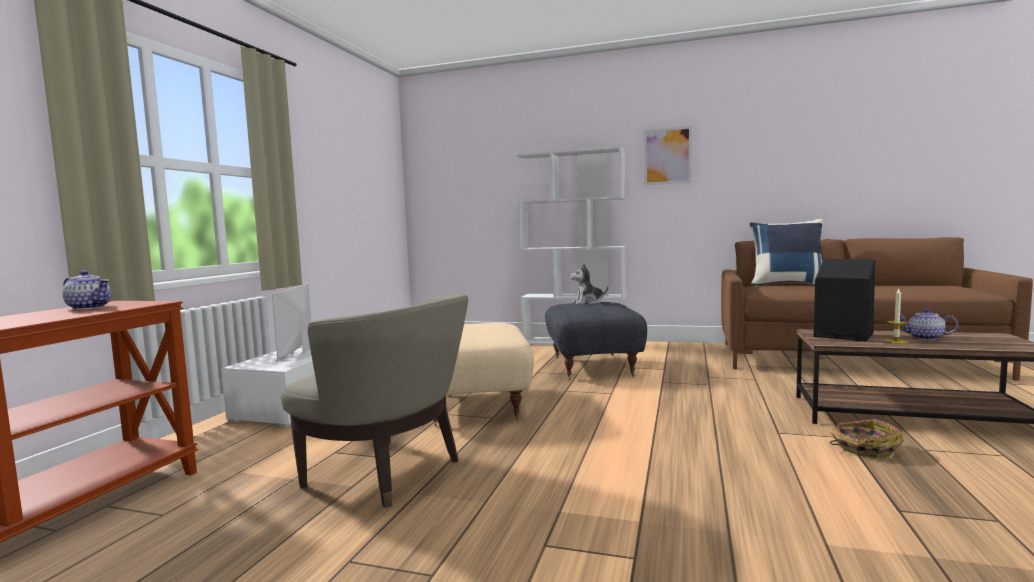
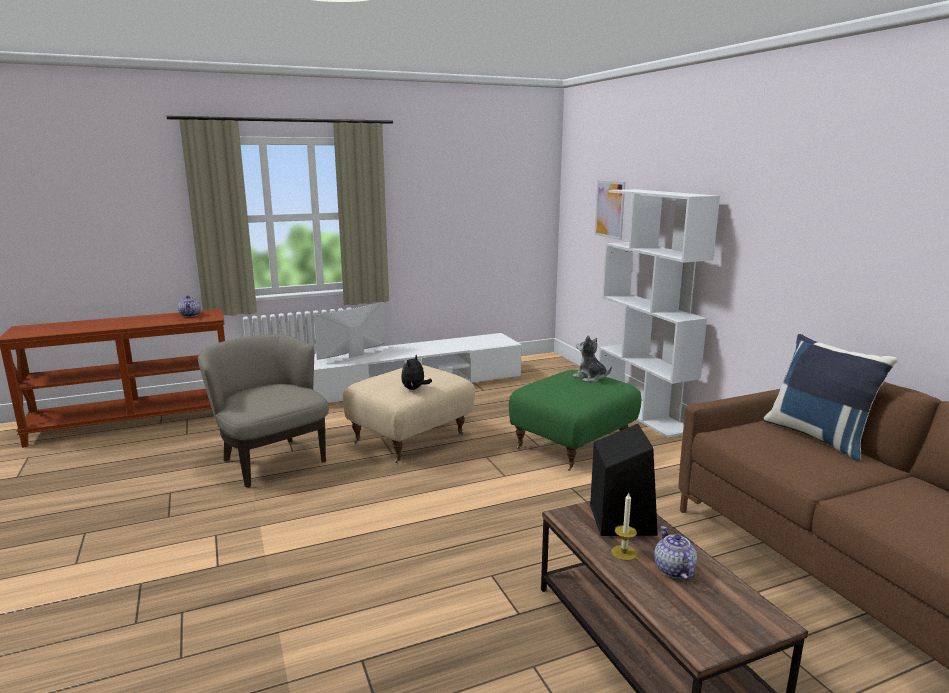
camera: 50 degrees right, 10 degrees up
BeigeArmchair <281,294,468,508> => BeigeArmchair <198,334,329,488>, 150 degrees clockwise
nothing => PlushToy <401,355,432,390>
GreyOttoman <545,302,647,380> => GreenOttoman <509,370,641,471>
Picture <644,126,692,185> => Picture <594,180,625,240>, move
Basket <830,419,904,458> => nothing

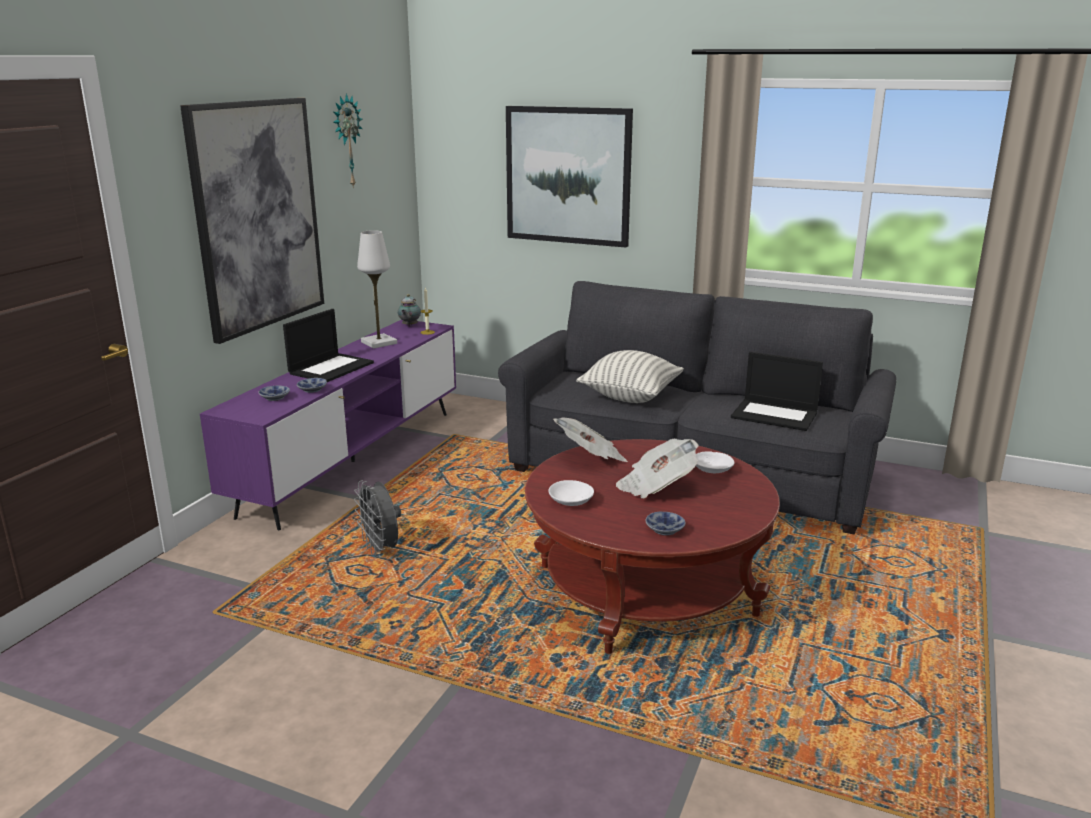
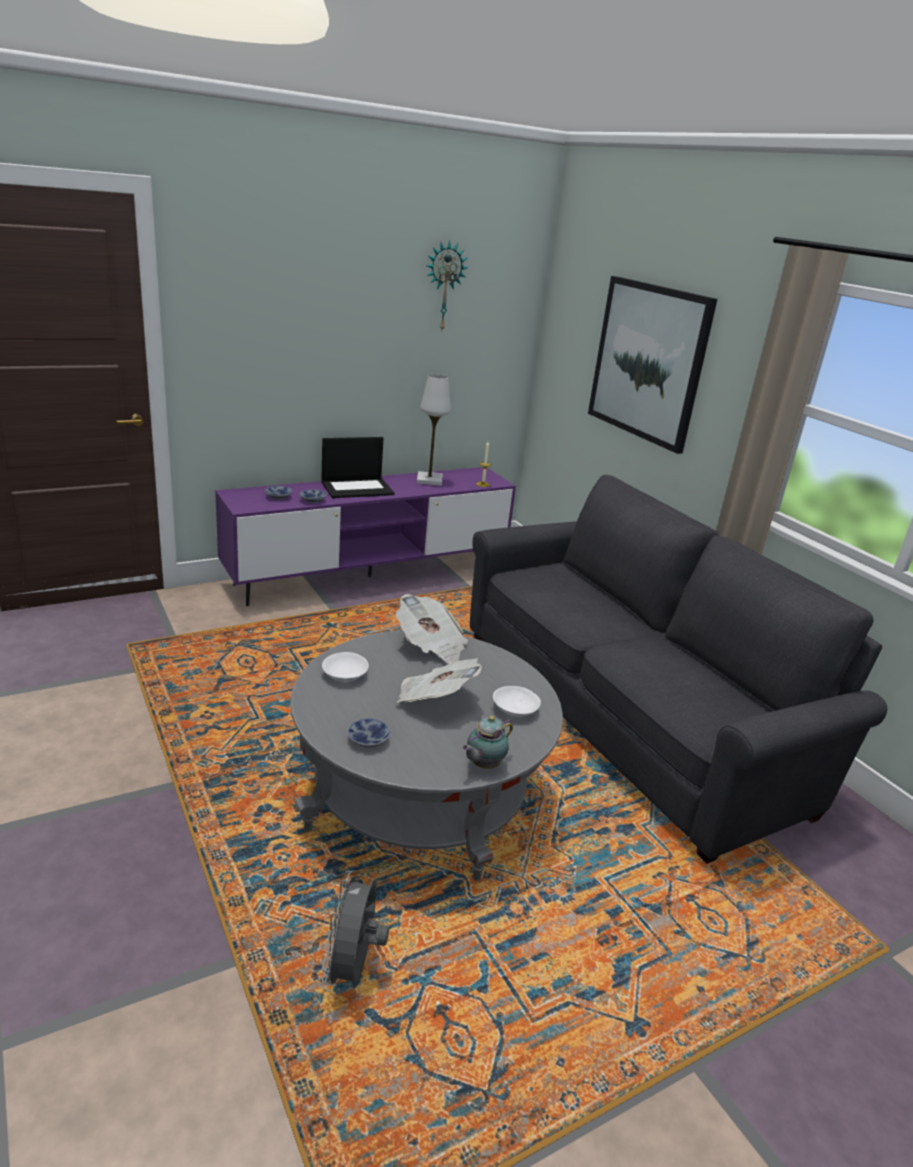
camera: 35 degrees right, 5 degrees up
RedCoffeeTable <525,439,780,654> => GreyCoffeeTable <291,631,563,881>
GreyFan <354,480,401,557> => GreyFan <322,870,389,992>, move
Teapot <398,294,421,327> => Teapot <461,716,513,769>, move
Picture <180,98,324,344> => nothing
Pillow <576,350,684,403> => nothing
Laptop <731,352,823,431> => nothing

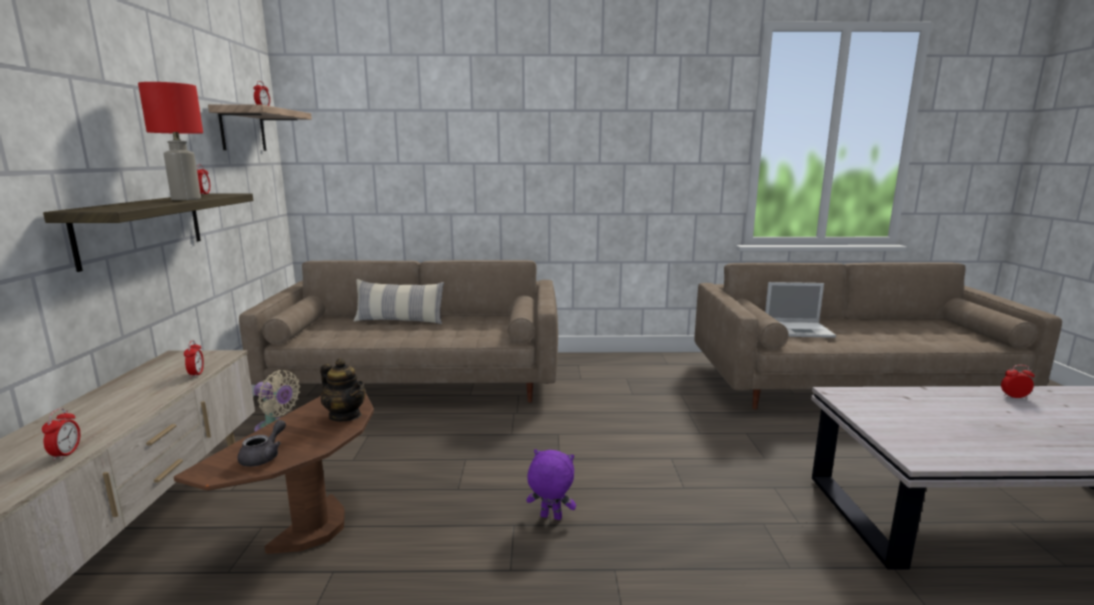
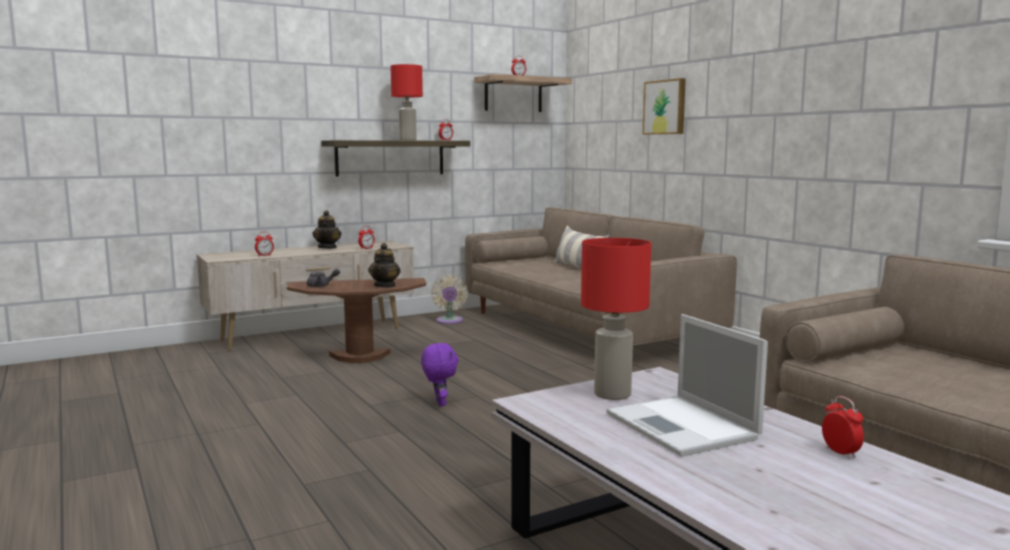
camera: 60 degrees right, 5 degrees down
nothing => Teapot <312,210,341,249>
nothing => RedTableLamp <581,238,651,400>
Laptop <765,282,836,338> => Laptop <606,314,768,457>, move
nothing => Picture <643,78,686,134>

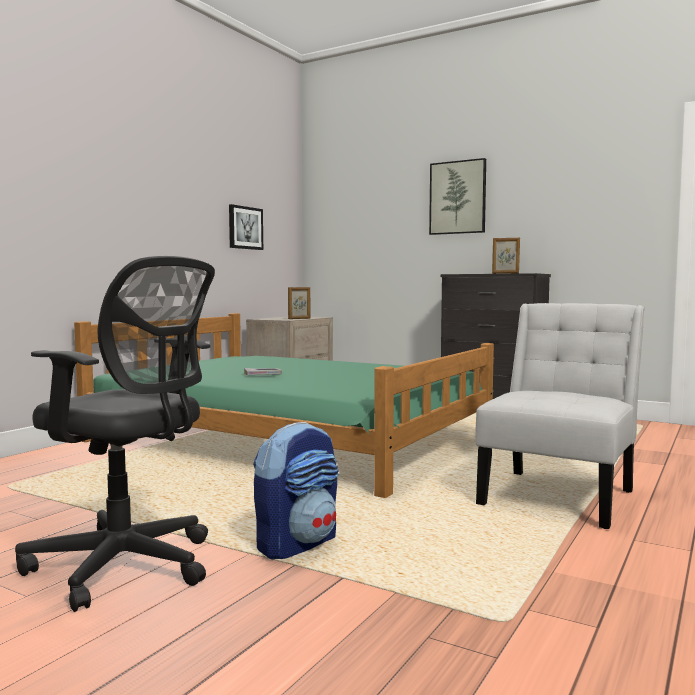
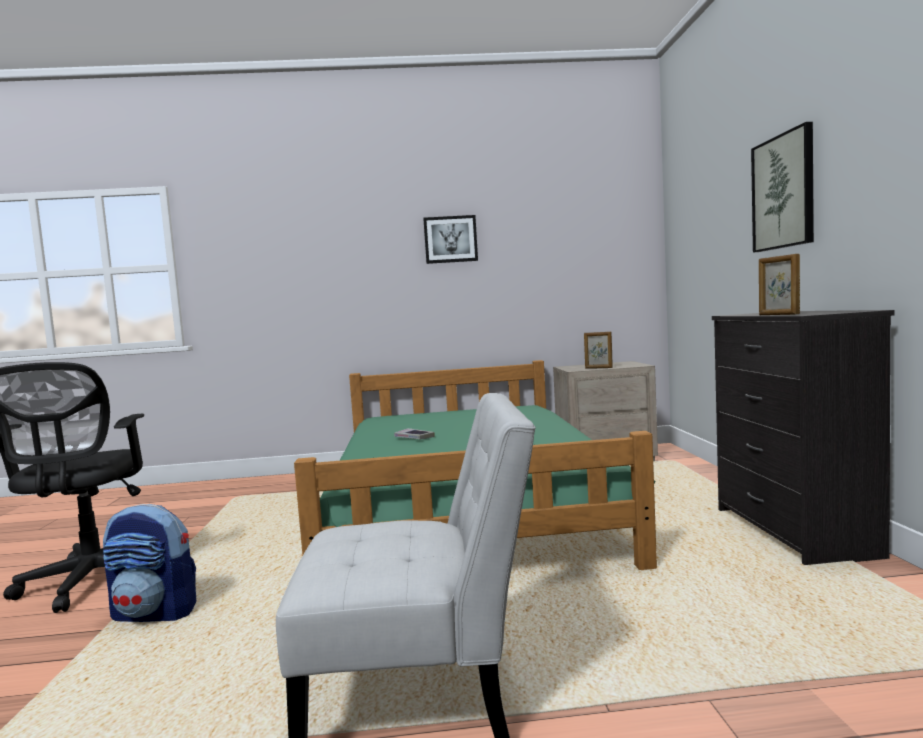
camera: 55 degrees right, 0 degrees up
Picture <229,204,263,250> => Picture <423,215,478,264>, move

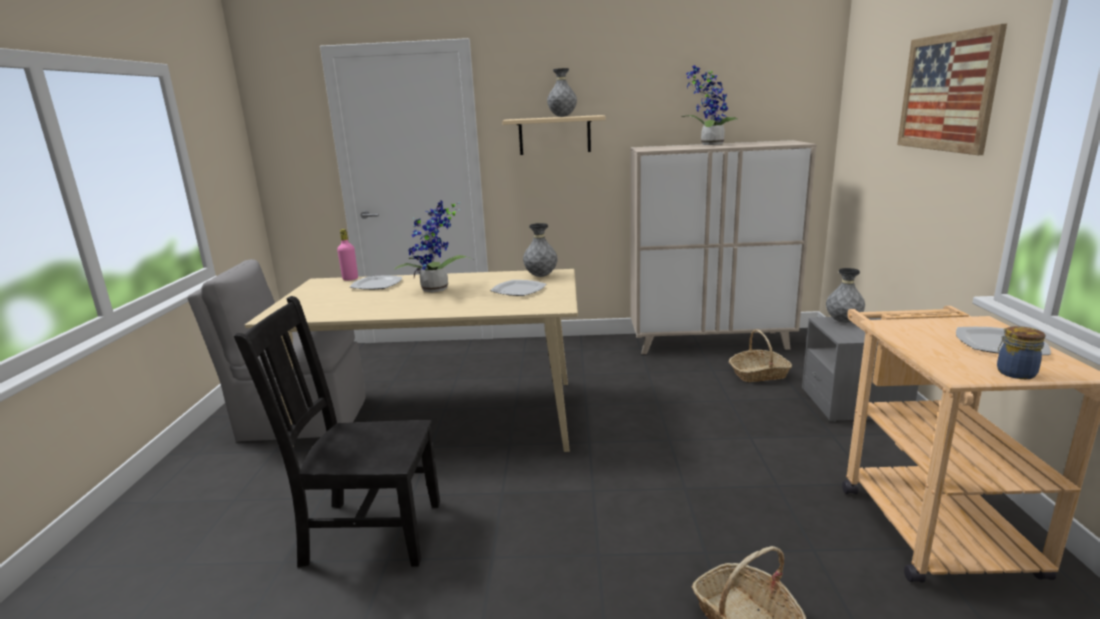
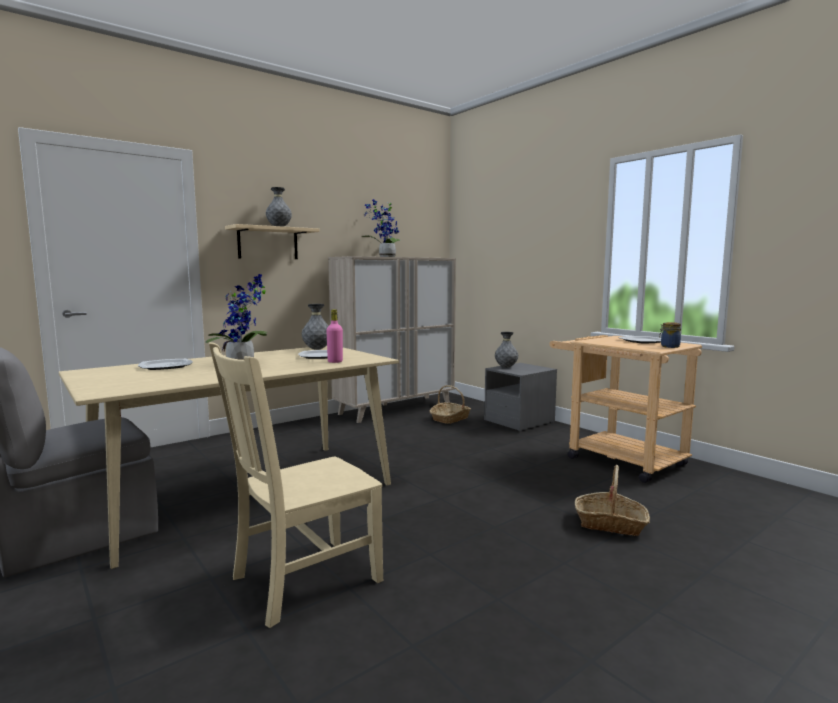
camera: 40 degrees left, 10 degrees down
BlackChair <234,296,440,567> => BeigeChair <209,342,383,628>
PinkBottle <337,229,358,280> => PinkBottle <326,309,343,363>, move
Picture <897,24,1007,155> => nothing

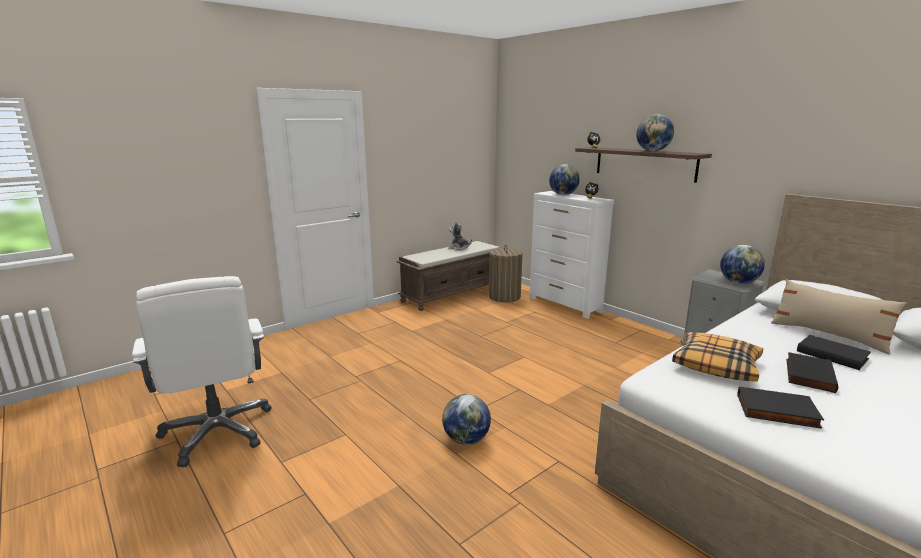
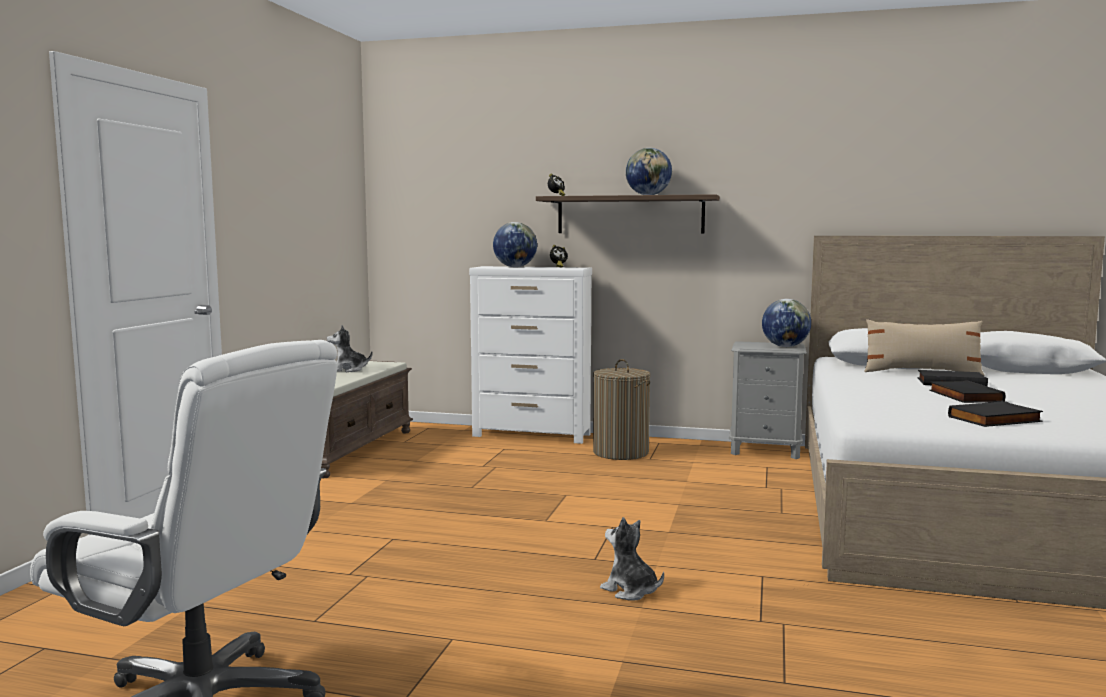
camera: 35 degrees left, 10 degrees down
LaundryBasket <489,244,523,302> => LaundryBasket <593,359,651,460>, move
Globe <442,394,491,445> => PlushToy <600,517,664,601>
Pillow <672,332,763,382> => nothing

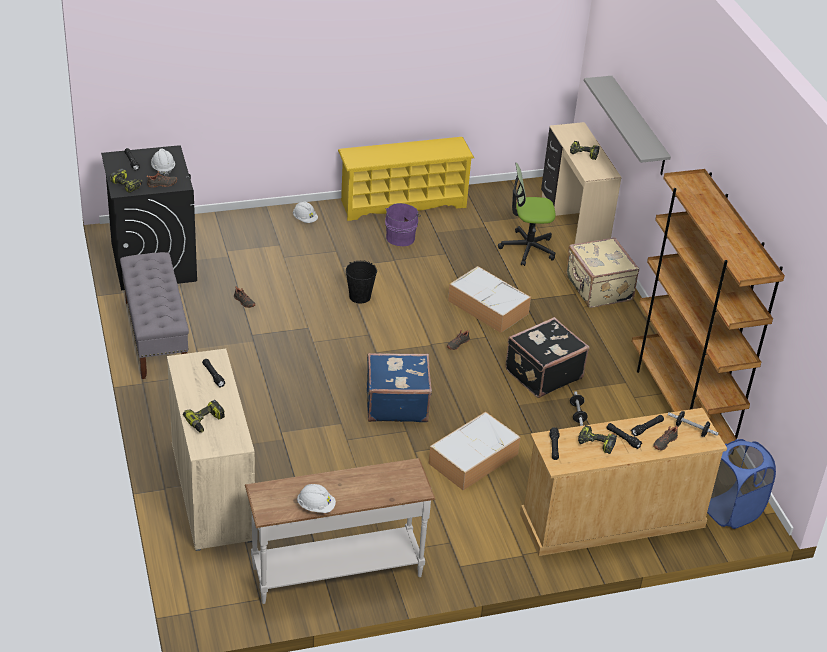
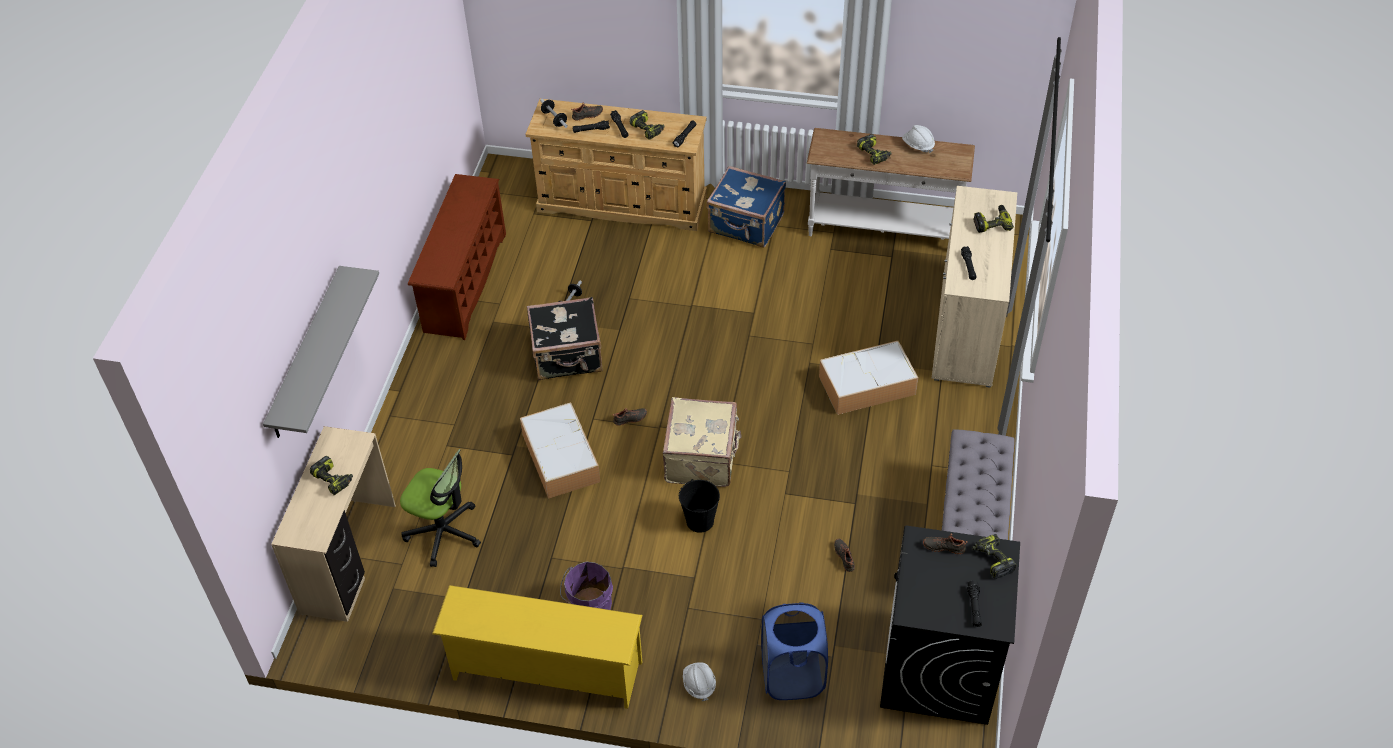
camera: 150 degrees left, 10 degrees up
BrownBookcase <632,169,785,444> => BrownShoeRack <408,174,506,340>
BeigeSuitcase <566,237,639,308> => BeigeSuitcase <663,397,742,487>, move
BlueSuitcase <367,353,432,422> => BlueSuitcase <706,166,786,247>, move
BlueLaundryBasket <707,439,776,529> => BlueLaundryBasket <761,602,828,700>, move
StorageBox <428,412,521,490> => StorageBox <819,341,918,415>, move
nothing => PowerDrill <857,134,892,165>
WhiteHardHat <151,148,175,176> => nothing

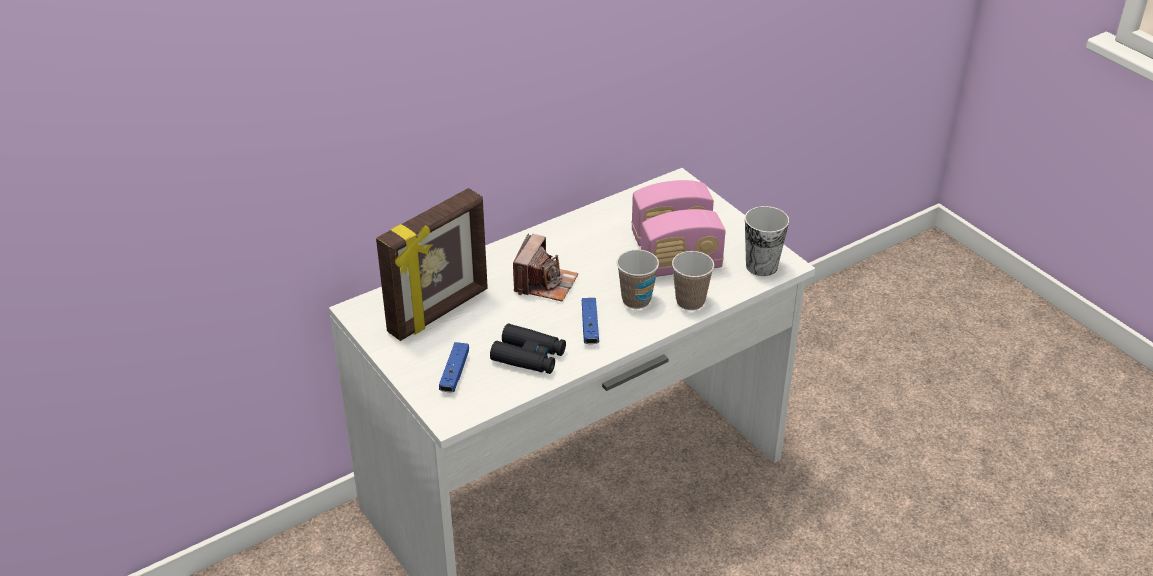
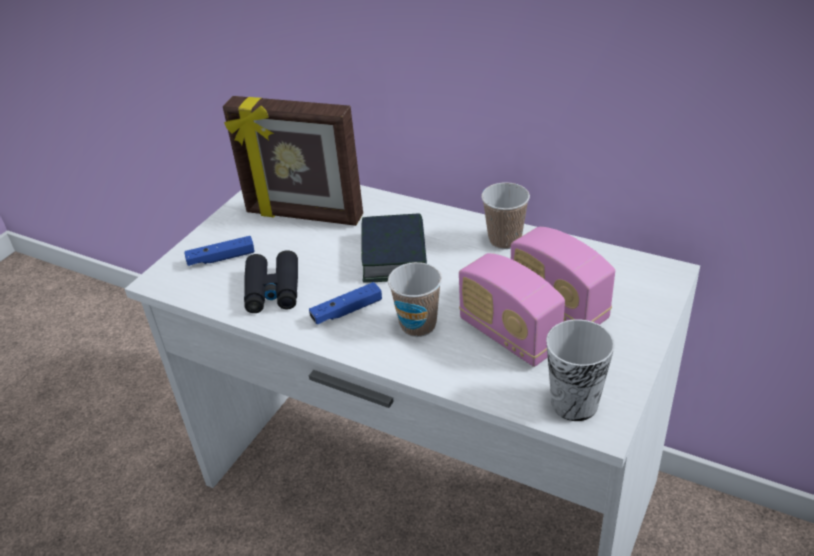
camera: 65 degrees right, 0 degrees up
PhotoCamera <513,233,578,301> => Book <362,213,427,283>
Cup <672,251,714,310> => Cup <481,182,530,249>, move

